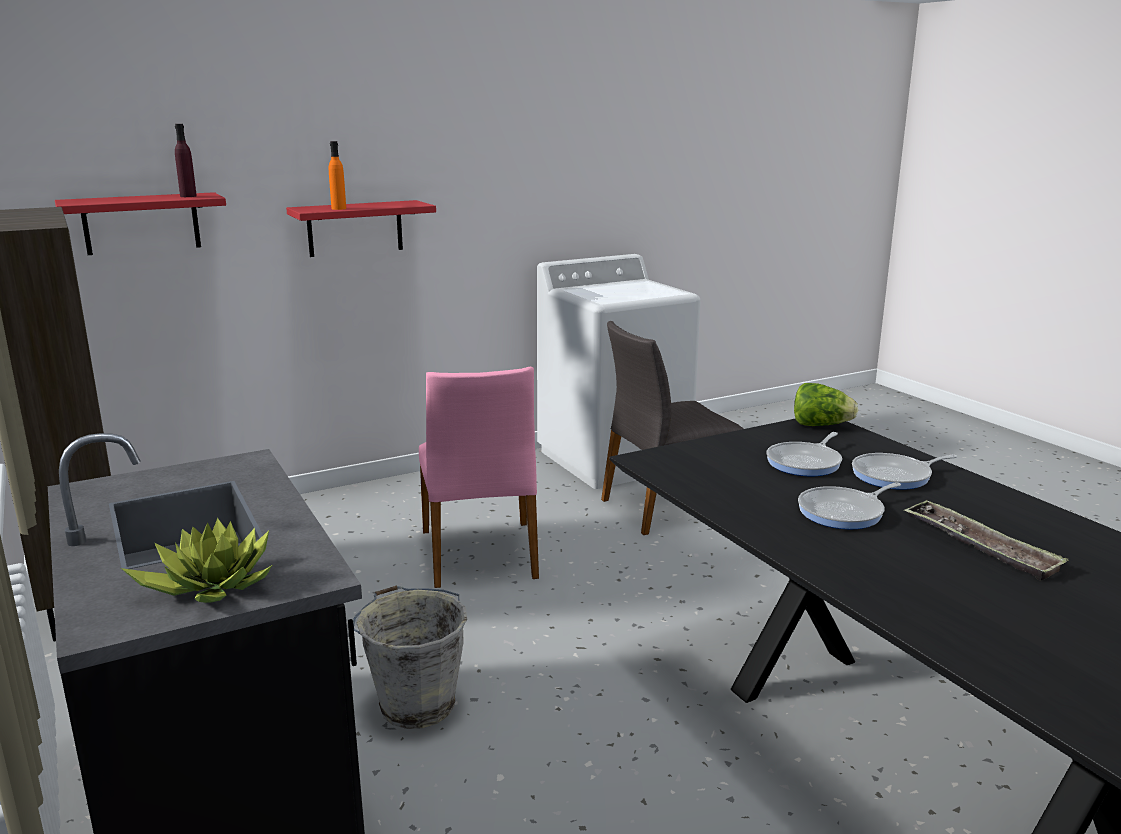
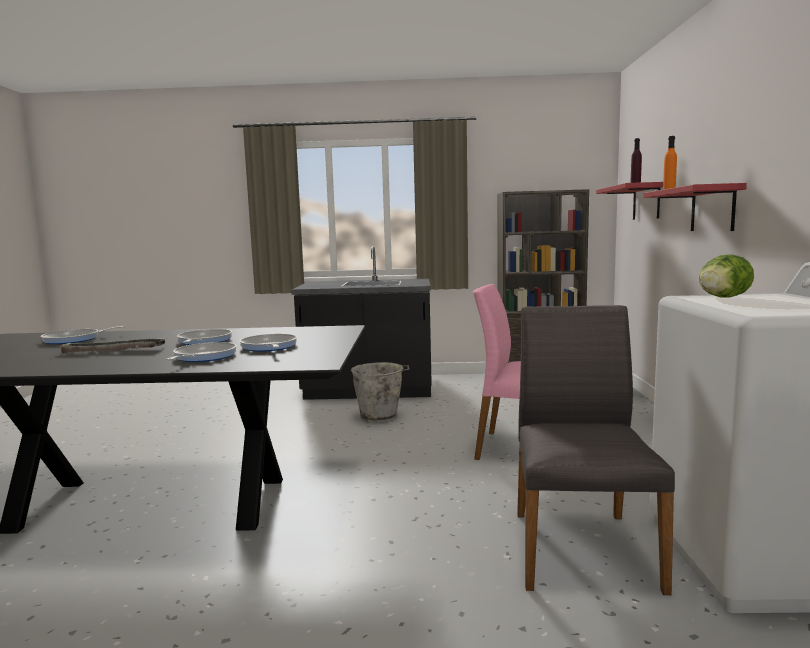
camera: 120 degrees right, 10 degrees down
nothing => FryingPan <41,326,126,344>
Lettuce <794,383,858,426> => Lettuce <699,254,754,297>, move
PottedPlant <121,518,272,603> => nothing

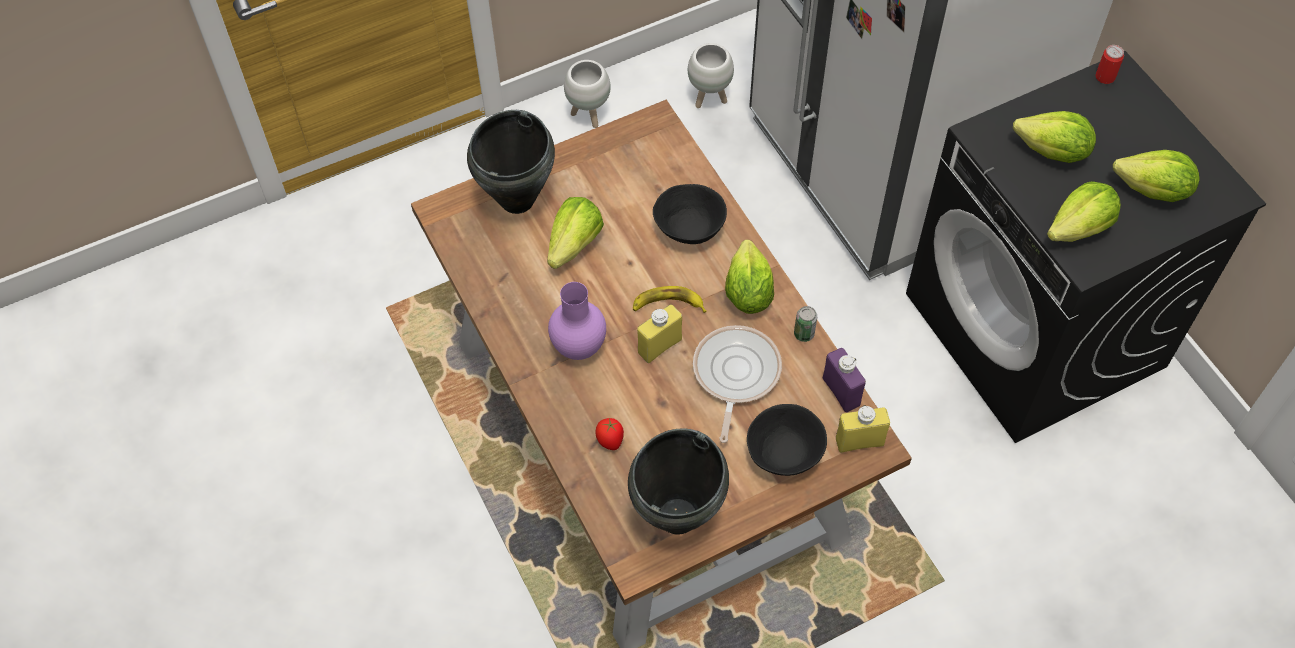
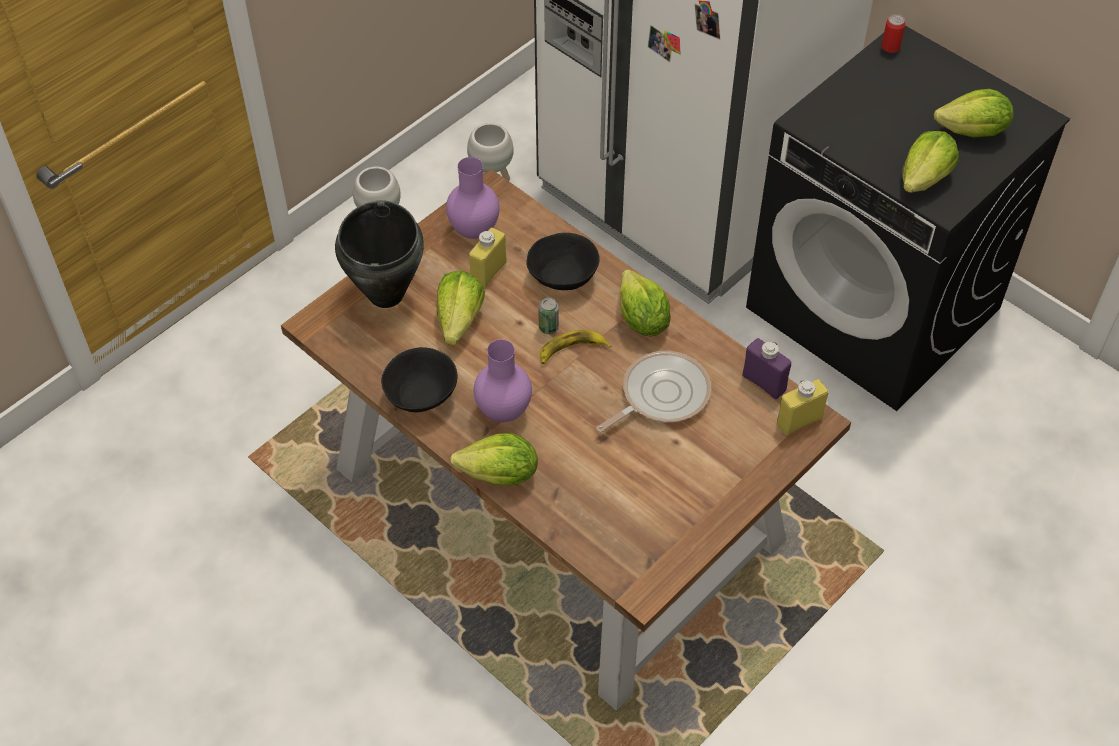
camera: 20 degrees left, 5 degrees down
BlackBowl <747,404,827,476> => BlackBowl <381,347,458,413>, move
nothing => PurpleVase <446,157,500,239>
Lettuce <1013,111,1096,163> => Lettuce <450,433,538,485>, move
YellowBottle <637,304,682,363> => YellowBottle <469,228,507,289>, move
Can <794,306,817,342> => Can <538,297,559,334>, move
FryingPan <693,325,782,443> => FryingPan <596,351,711,433>, 60 degrees clockwise
Tomato <595,418,624,450> => nothing
BlackCookingPot <628,428,729,535> => nothing

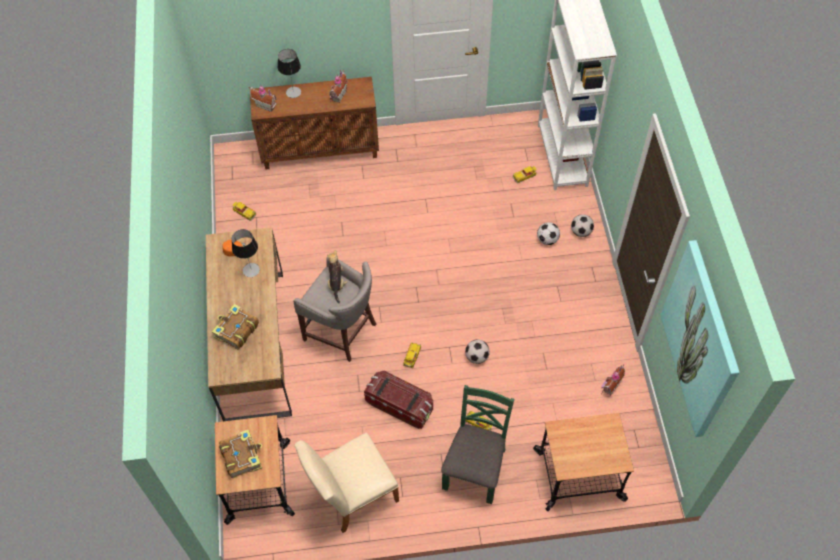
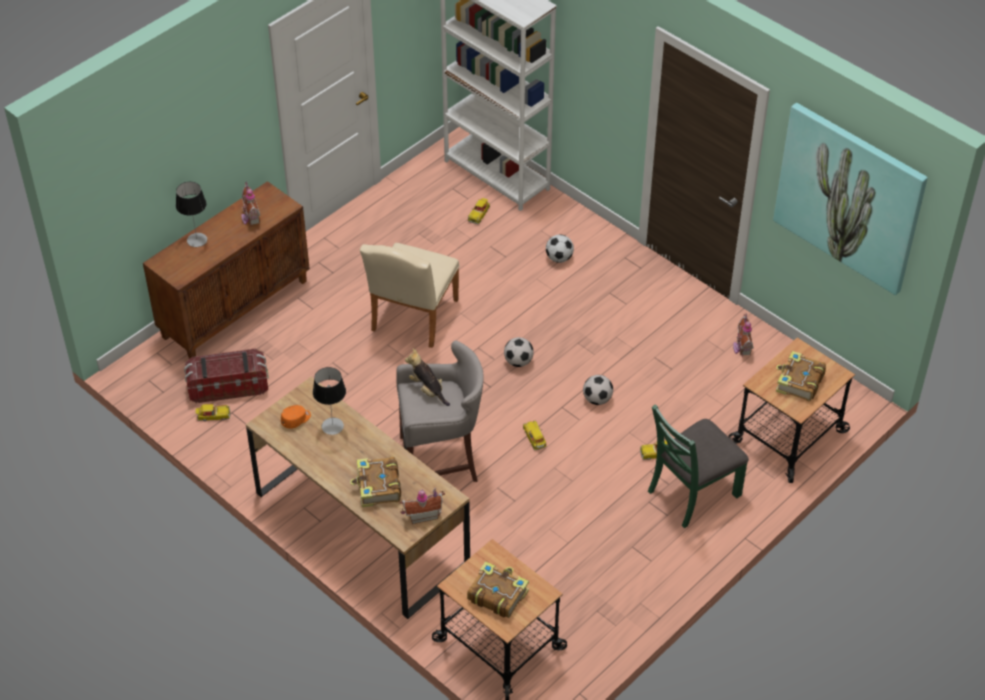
camera: 40 degrees left, 10 degrees down
StorageBox <364,371,433,429> => StorageBox <184,349,269,403>, move
BeigeChair <295,433,399,533> => BeigeChair <360,243,460,348>, move
ToyHouse <249,86,277,112> => ToyHouse <399,488,445,524>, move
Football <571,214,594,237> => Football <504,337,534,367>, move
GreenChair <441,385,514,504> => GreenChair <648,404,749,528>, 105 degrees counterclockwise
nothing => Book <776,351,826,401>

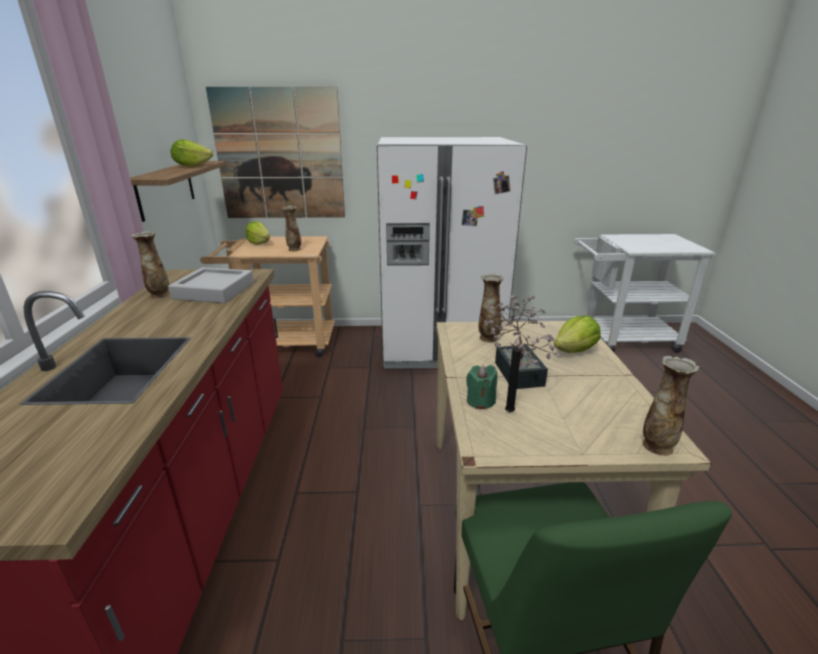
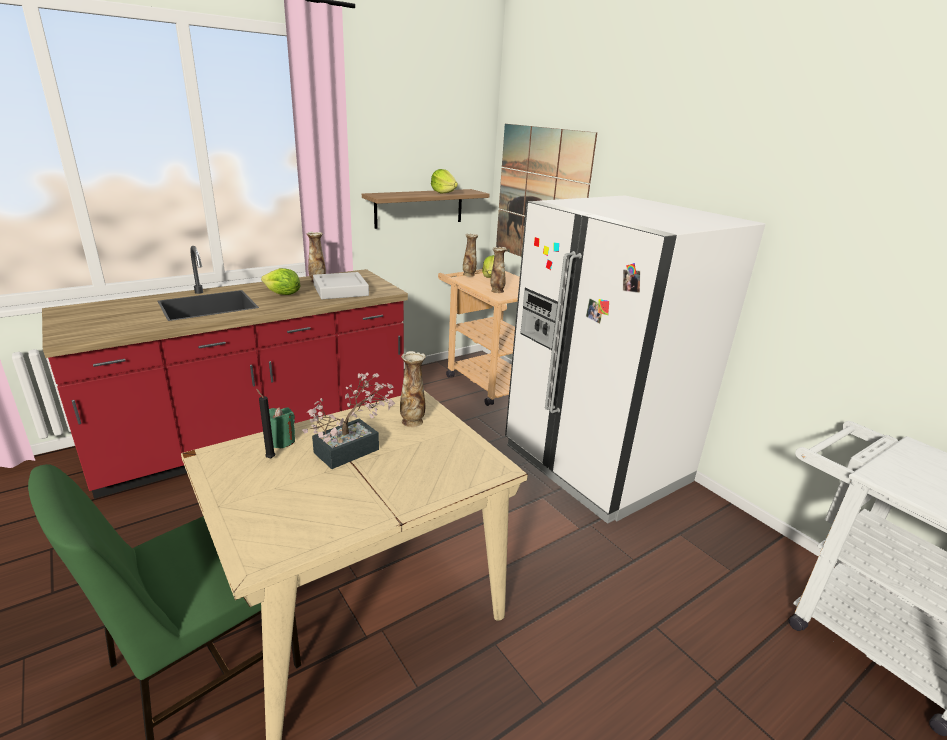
camera: 55 degrees right, 0 degrees up
Lettuce <554,316,601,353> => Lettuce <261,268,300,295>, move
Vase <643,356,699,456> => Vase <463,234,478,277>, move

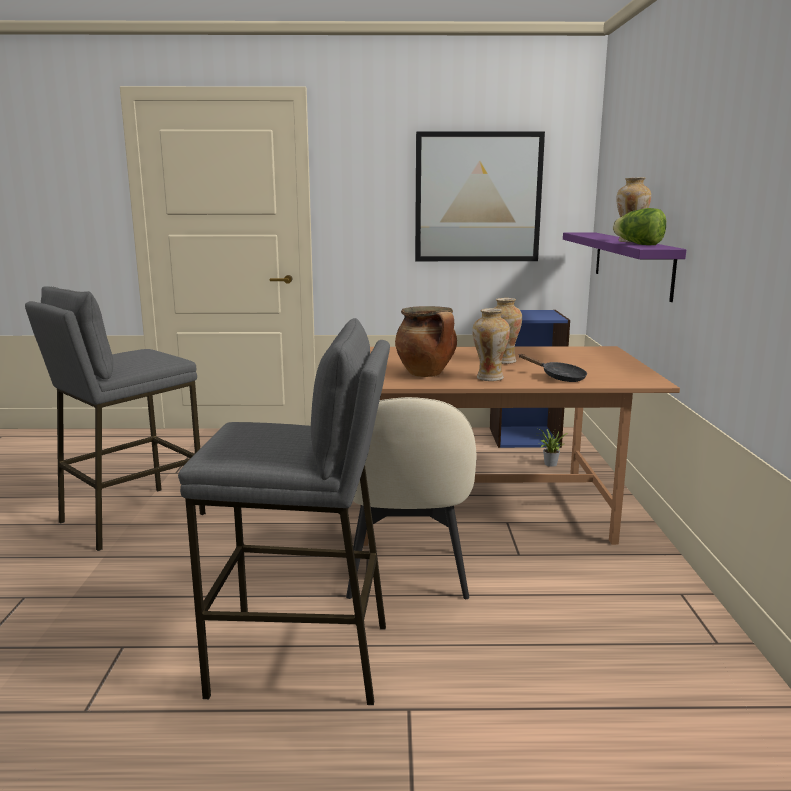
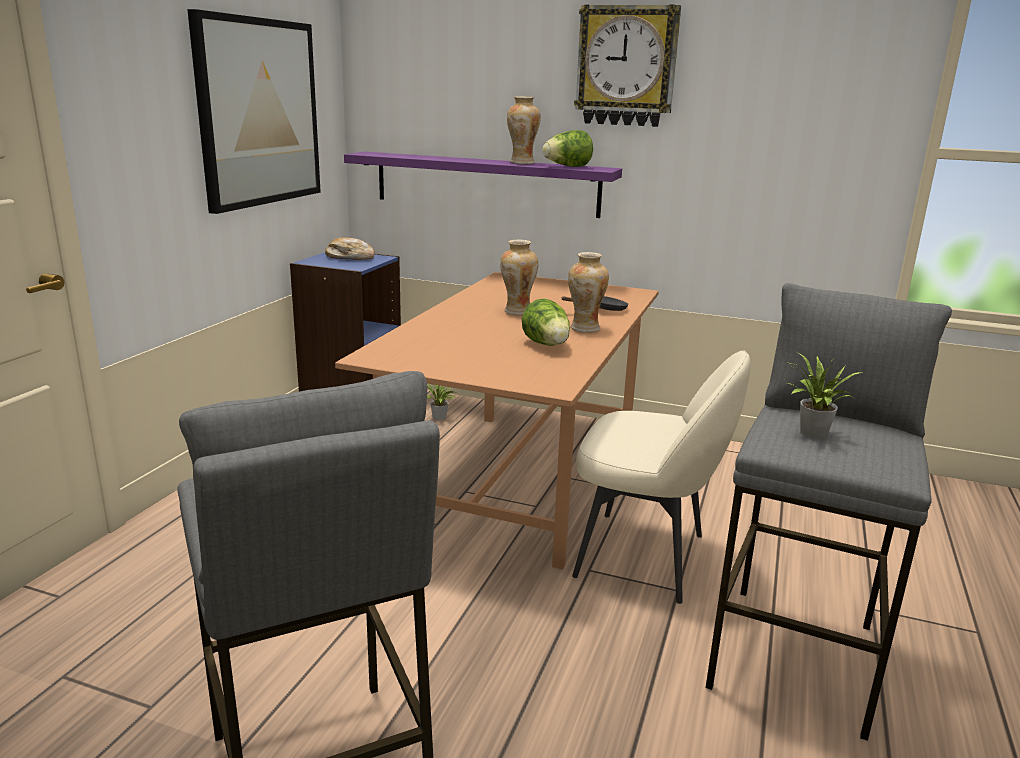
camera: 70 degrees left, 5 degrees up
nothing => Bread <325,237,375,260>
CookingPot <395,306,457,377> => Lettuce <522,298,570,346>
nothing => WallClock <574,4,681,127>
nothing => PottedPlant <787,353,864,439>

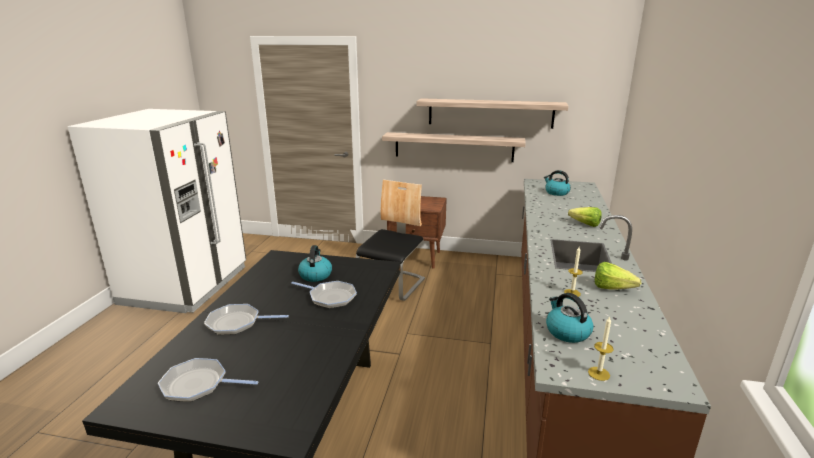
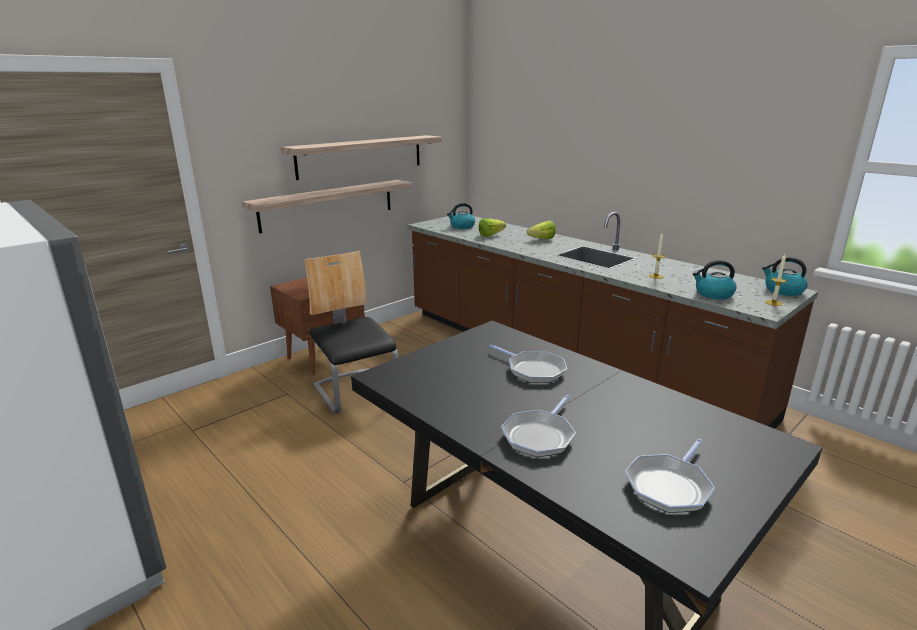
camera: 55 degrees left, 0 degrees up
Lettuce <595,262,641,290> => Lettuce <479,218,506,237>, move
FryingPan <291,281,357,309> => FryingPan <489,344,567,383>, 75 degrees clockwise
Kettle <298,245,332,282> => Kettle <762,257,808,296>, move

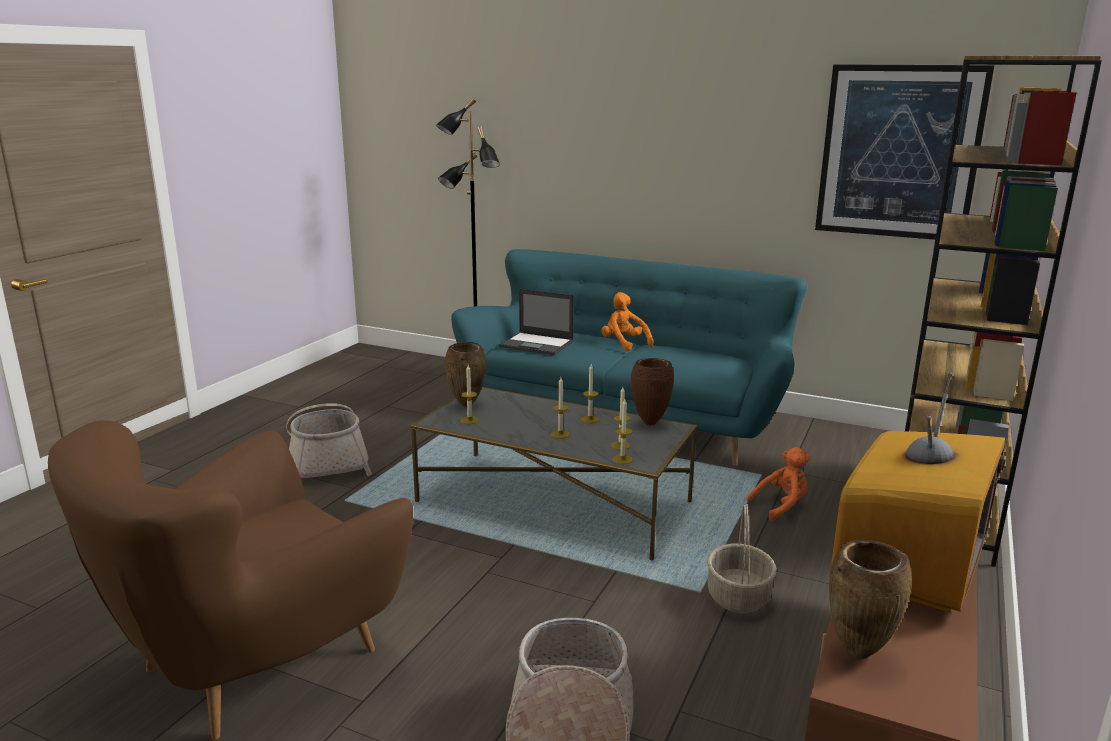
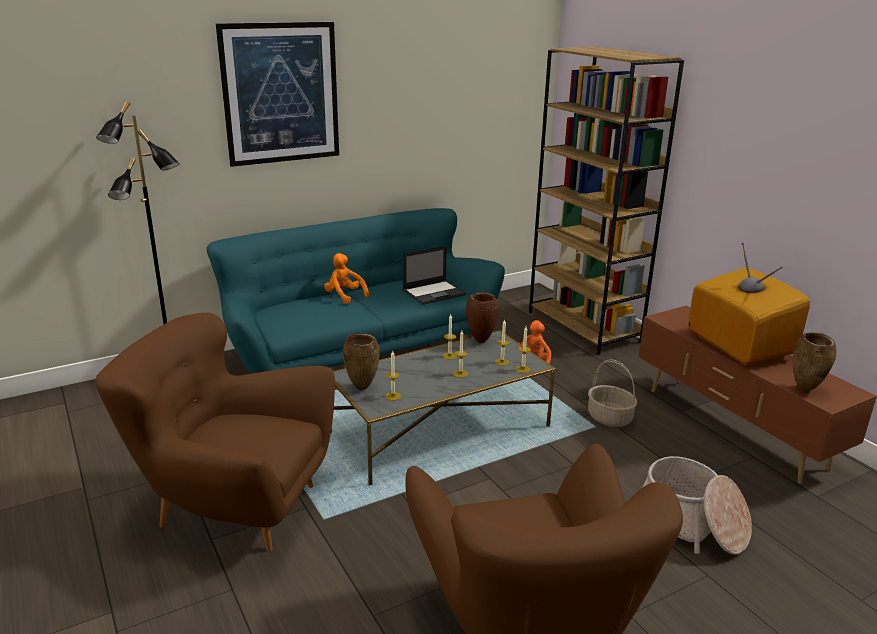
camera: 55 degrees left, 5 degrees up
Basket <286,403,372,478> => BrownArmchair <95,313,335,552>
Picture <815,64,995,240> => Picture <216,22,339,167>, move
OrangePlushToy <601,292,653,351> => OrangePlushToy <324,253,369,304>, 45 degrees clockwise
Laptop <499,289,574,355> => Laptop <403,245,466,305>, move

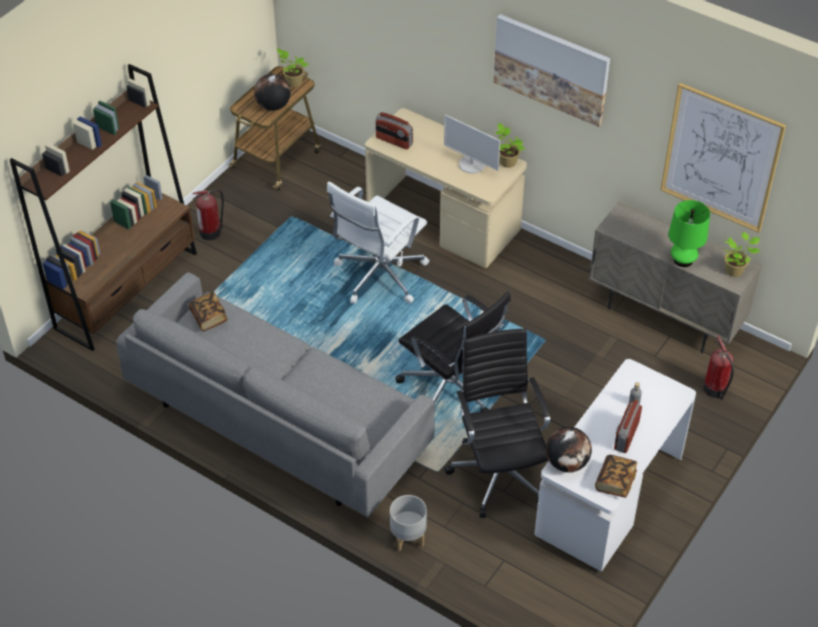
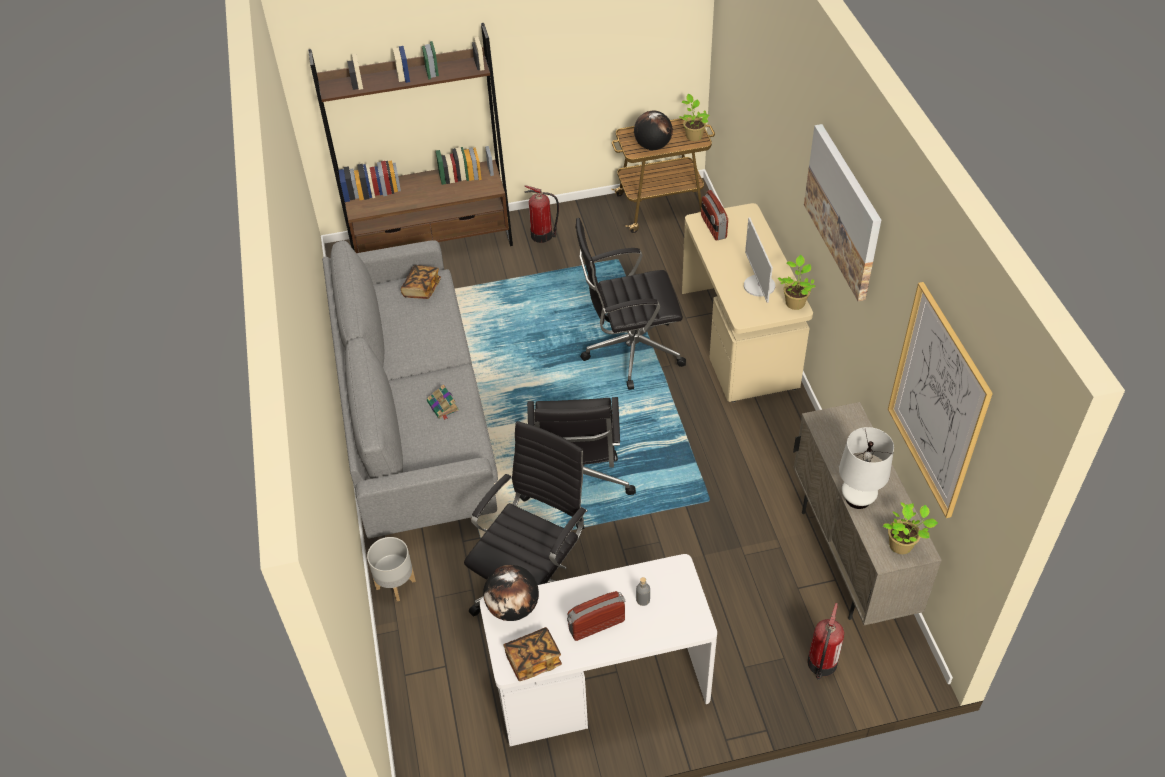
camera: 45 degrees right, 0 degrees up
nothing => Book <427,384,459,420>
WhiteOfficeChair <327,182,430,304> => BlackOfficeChair <575,218,686,390>
GreenTableLamp <668,200,710,267> => WhiteTableLamp <839,427,894,509>

